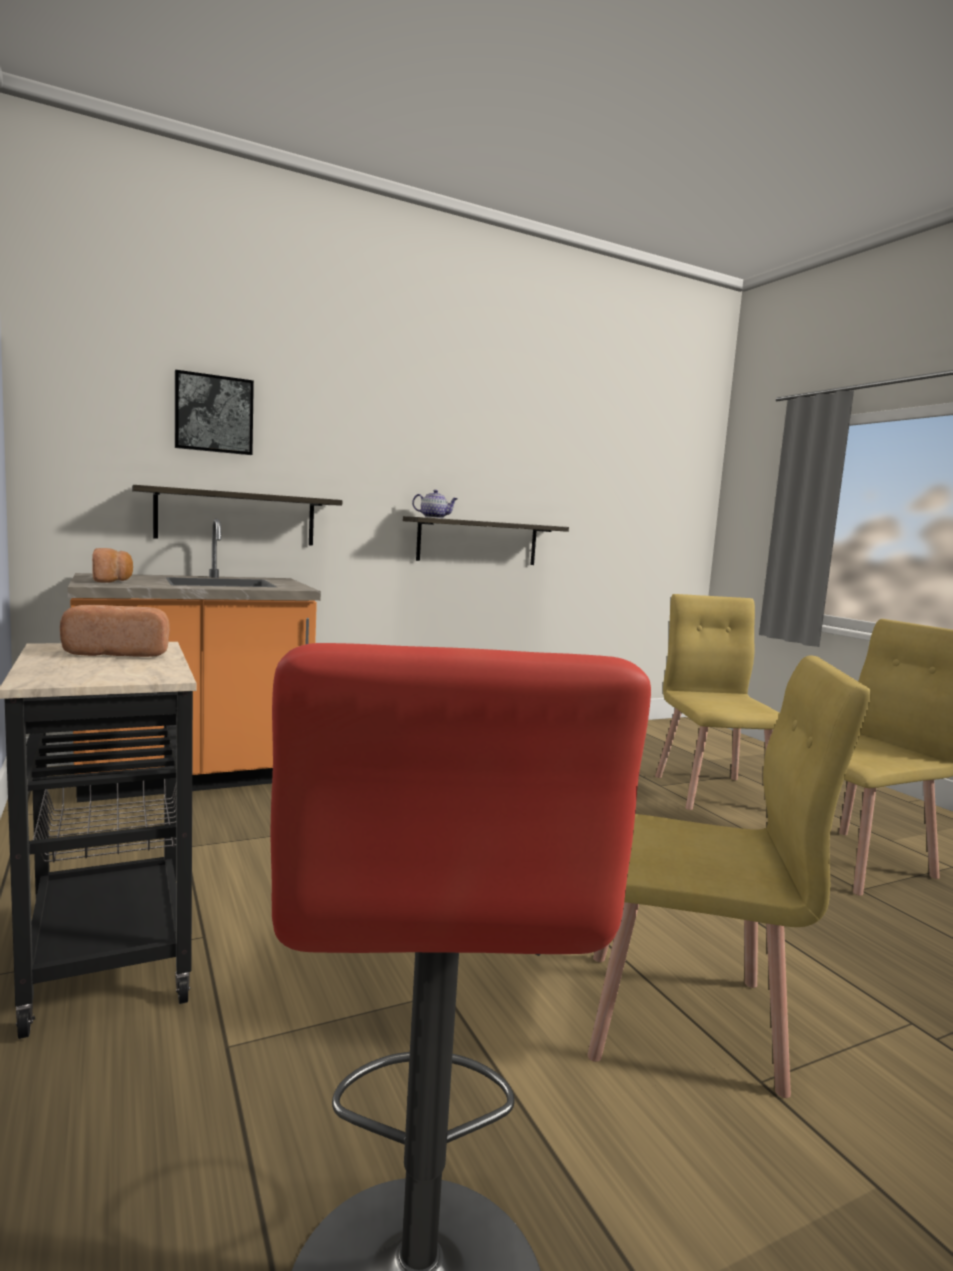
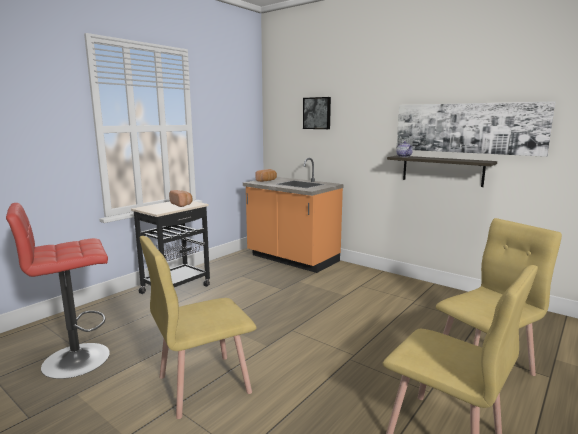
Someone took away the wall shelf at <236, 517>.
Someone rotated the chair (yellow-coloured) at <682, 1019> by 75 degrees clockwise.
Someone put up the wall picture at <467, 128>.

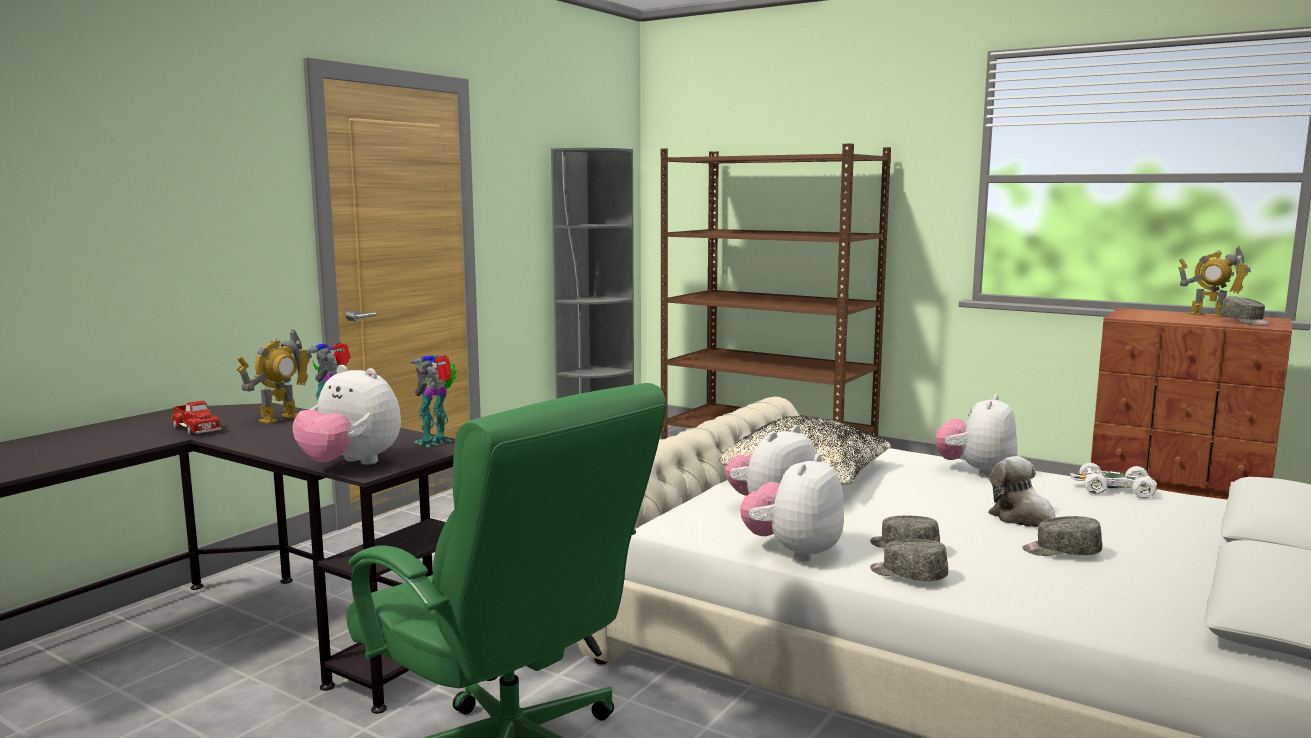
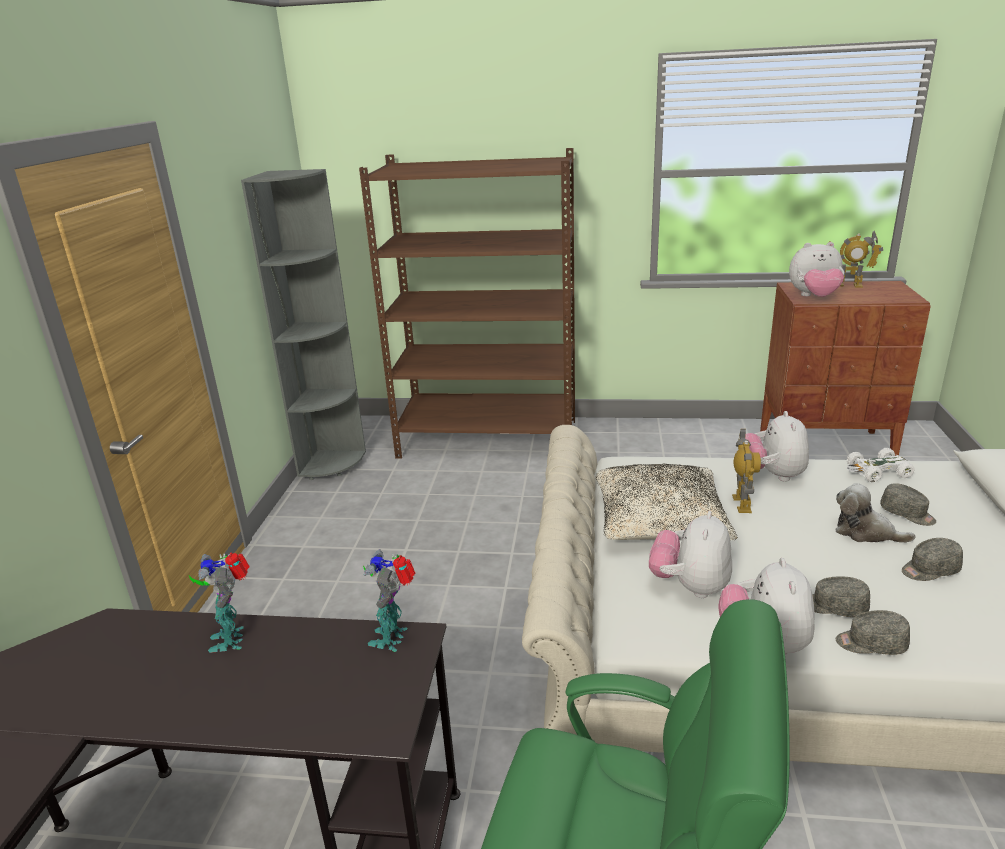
Someone carried the cap (greyish) from <1245, 322> to <907, 514>.
Someone carried the toy robot from <280, 418> to <742, 504>.
Someone carried the cuddly toy from <351, 464> to <814, 297>.
Someone took away the toy lorry at <197, 428>.

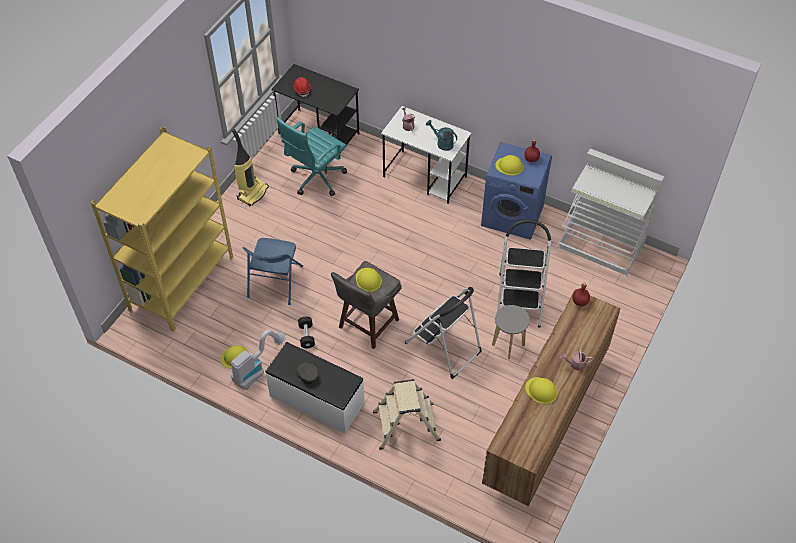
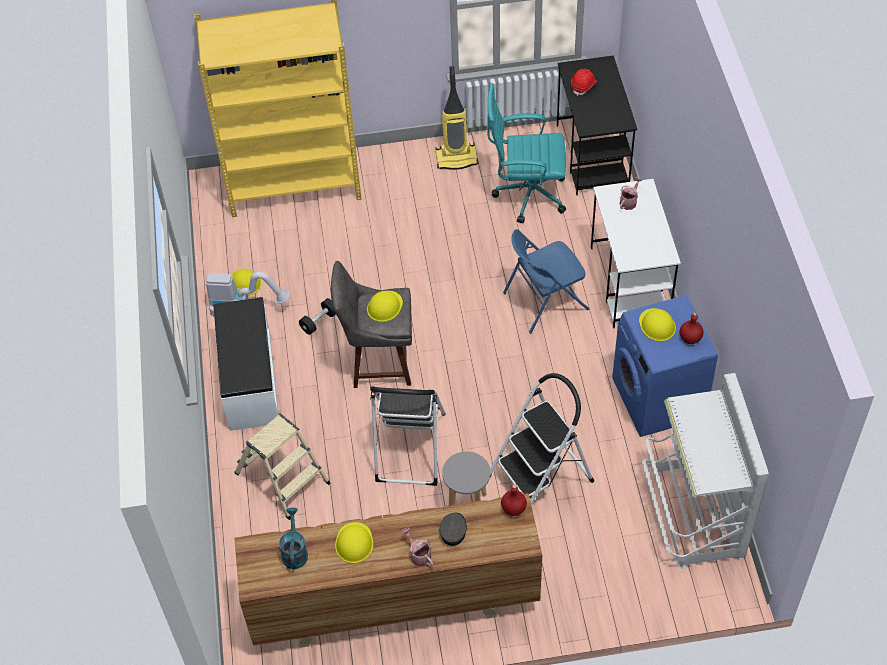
Someone carried the watering can (blue-green) from <442, 143> to <294, 551>.
Someone carried the chair (bluish) from <275, 281> to <545, 301>.
Someone carried the cap (greyish) from <307, 375> to <453, 531>.

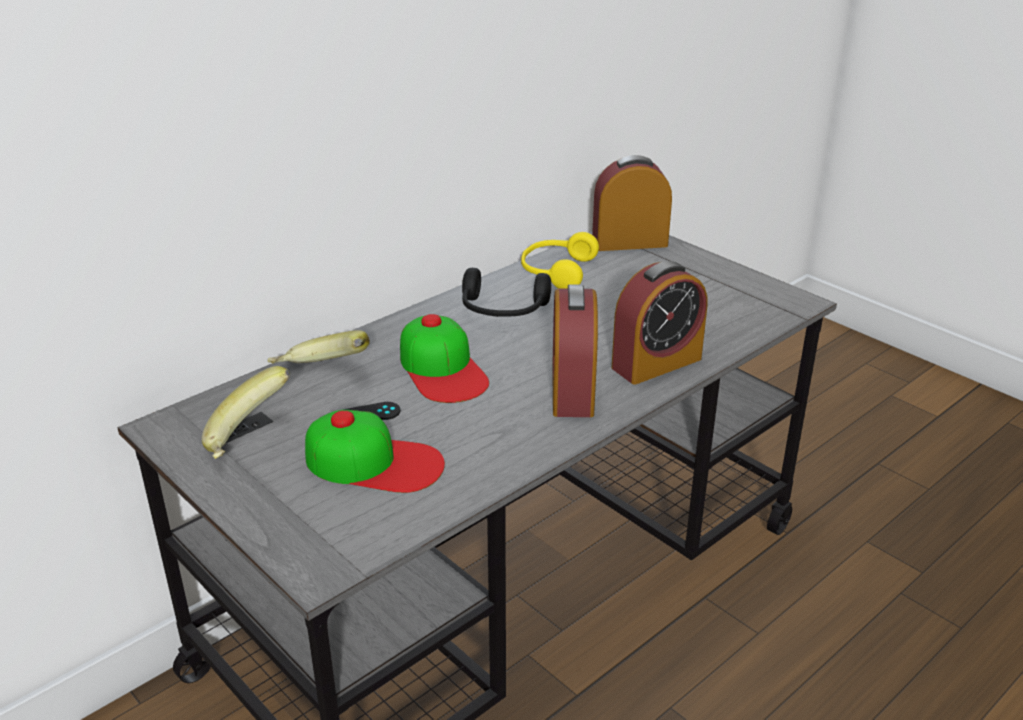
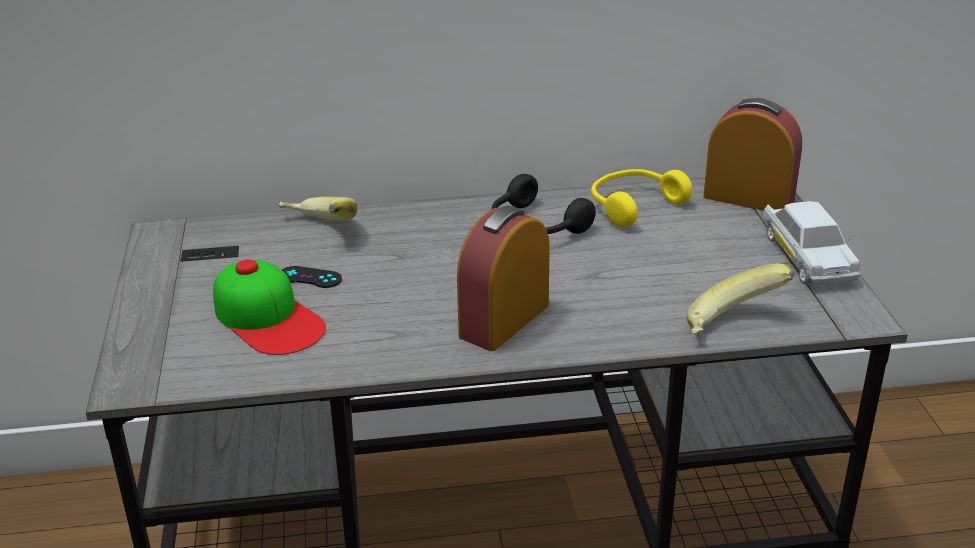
Someone took away the bedside clock at <656, 363>.
Someone took away the cap at <442, 369>.
Someone carried the banana from <250, 438> to <734, 327>.
Someone put down the toy car (whitish) at <807, 257>.

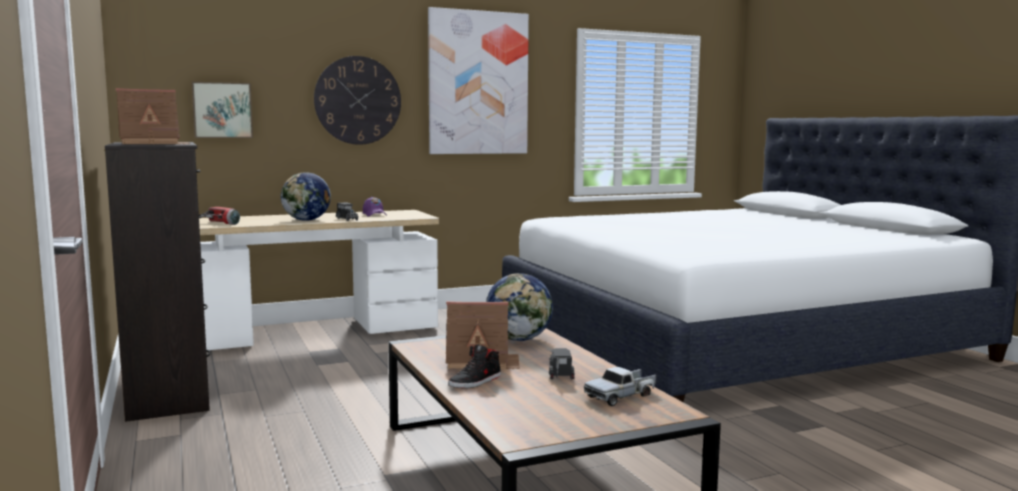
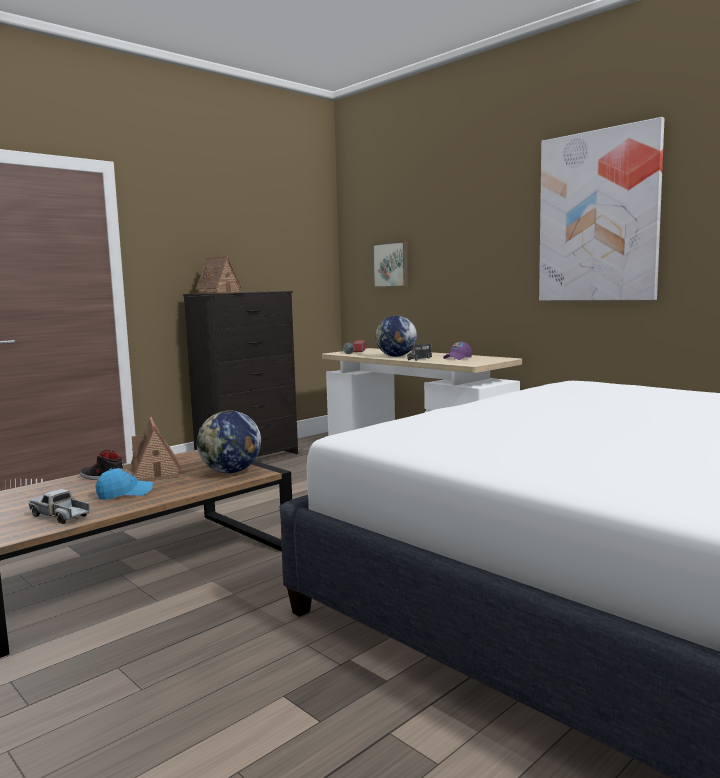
Someone took away the hanging clock at <358, 100>.
Someone swapped the toy lorry at <560, 374> for the cap (bluish) at <125, 494>.

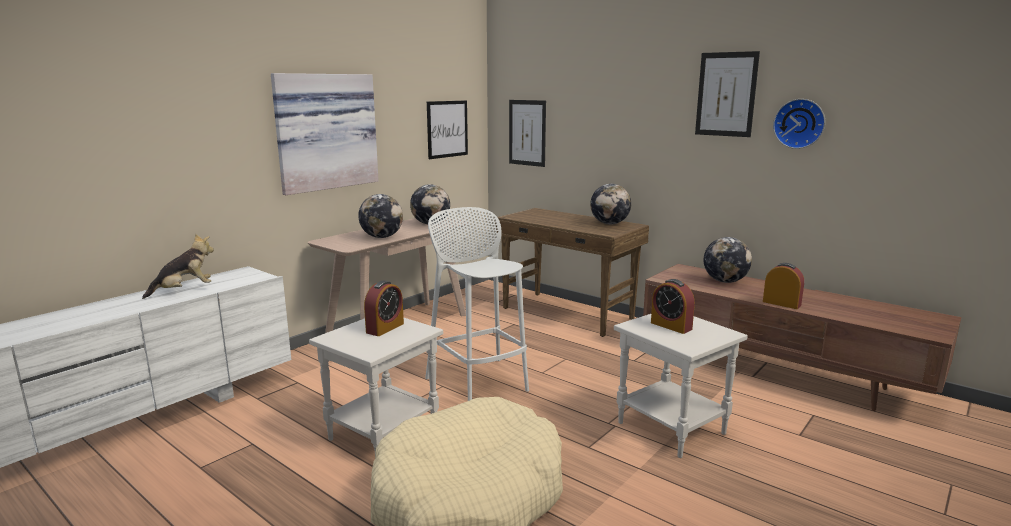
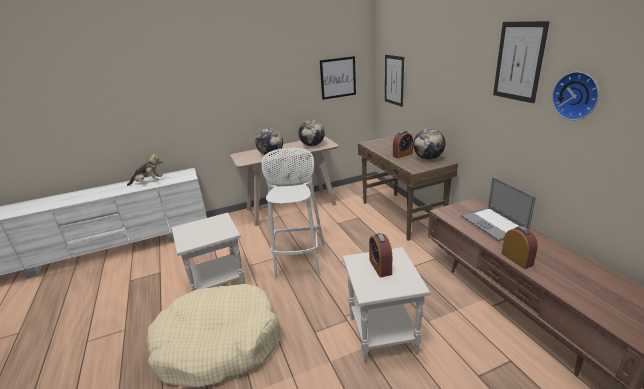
Someone took away the wall picture at <325, 131>.
Someone swapped the globe at <725, 281> for the portable computer at <493, 224>.
Someone carried the bedside clock from <385, 328> to <402, 155>.

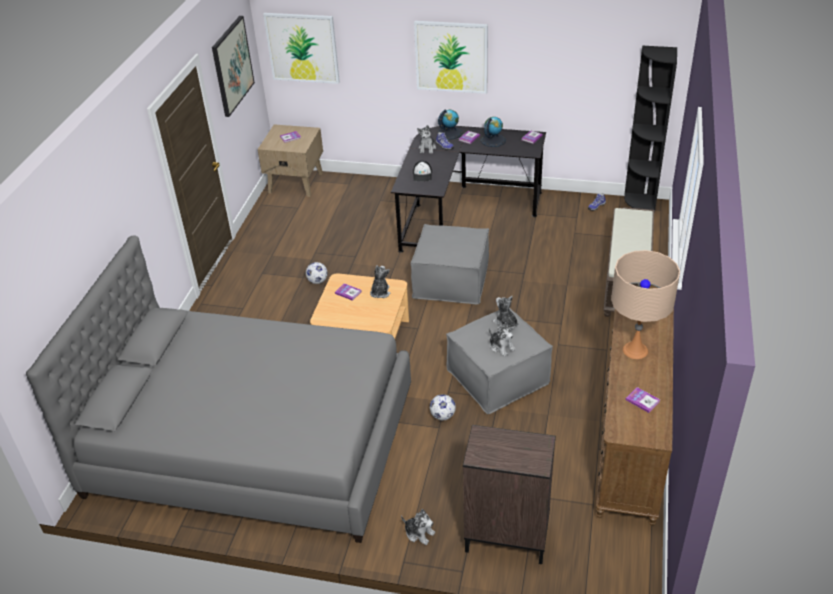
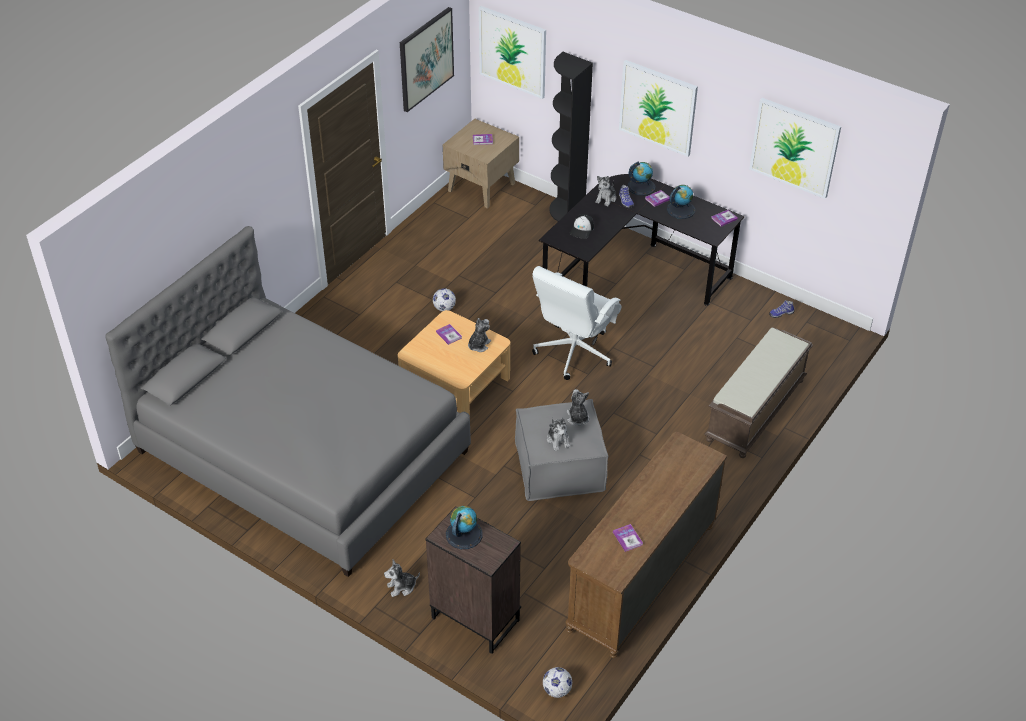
Someone carried the bookcase (blackish) from <640, 205> to <564, 215>.
Someone swapped the footrest (greyish) at <451, 281> for the office chair (whitish) at <574, 351>.
Someone took away the tabletop lamp (sand-coloured) at <635, 350>.
Someone carried the football from <443, 416> to <557, 690>.
Someone rotated the cuddly toy at <419, 533> by 105 degrees clockwise.
Someone put up the wall picture at <794, 147>.
Someone put down the globe at <464, 534>.

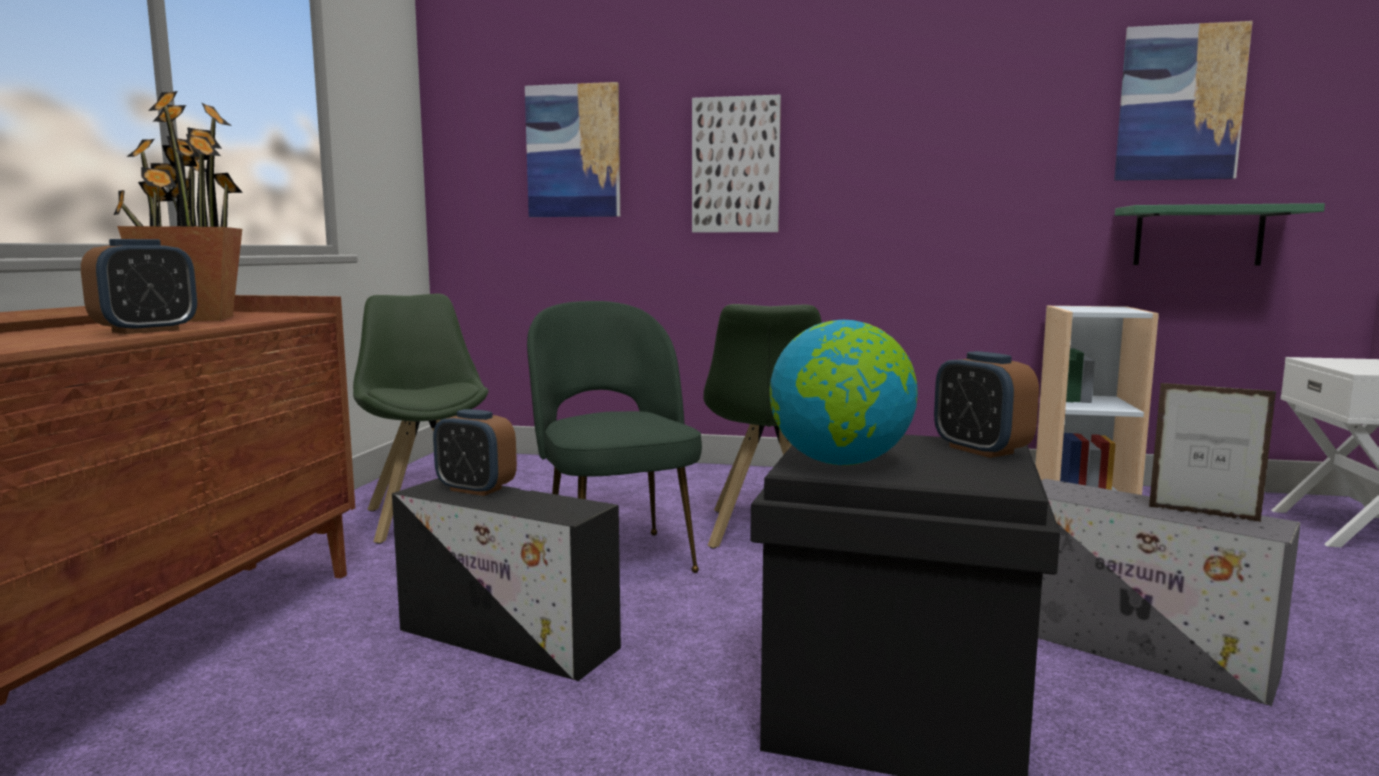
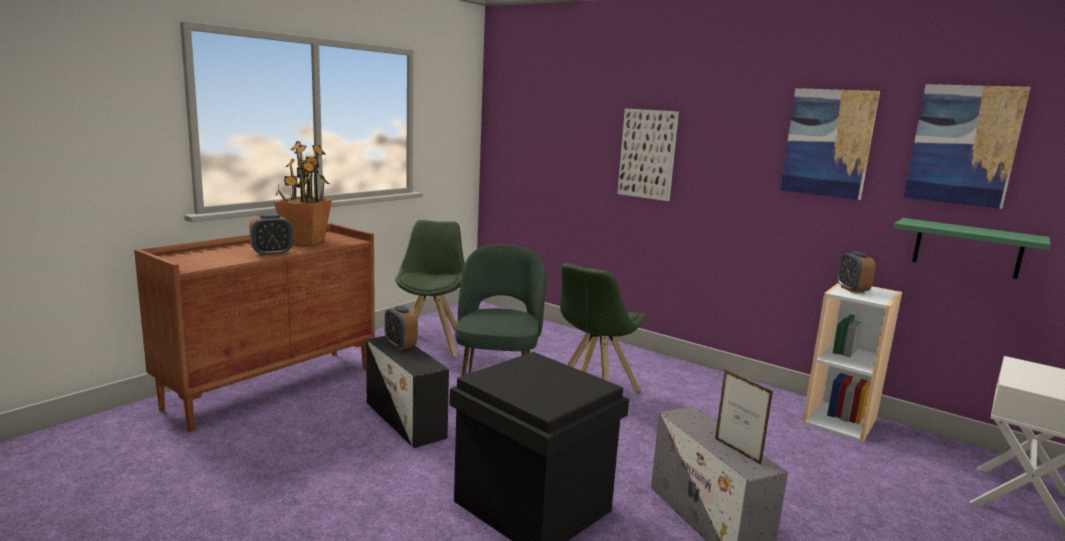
Someone carried the wall picture from <573, 151> to <828, 143>.
Someone took away the globe at <840, 463>.
Someone carried the bedside clock from <981, 450> to <852, 289>.

